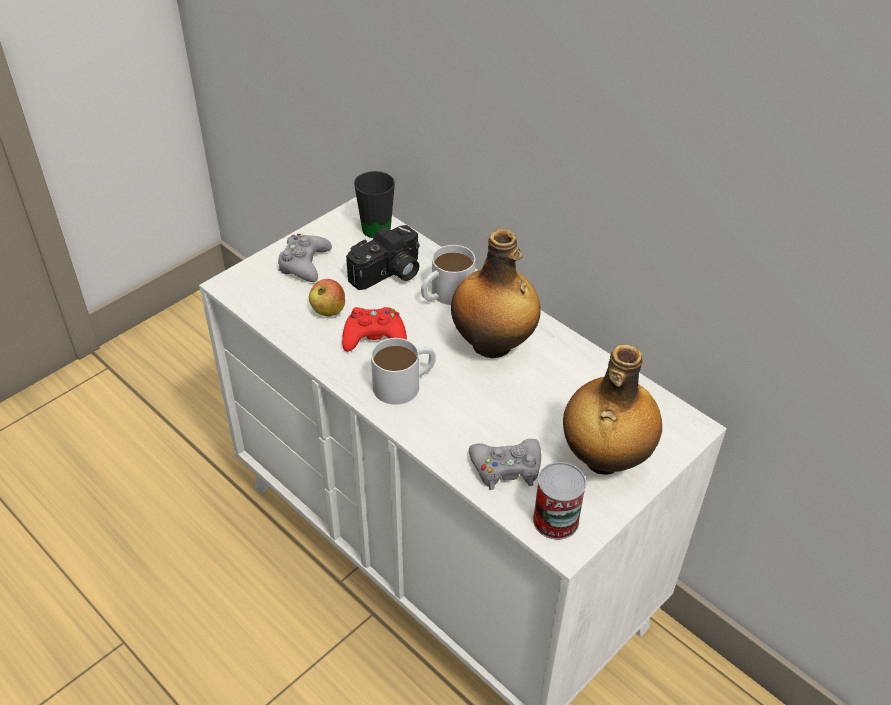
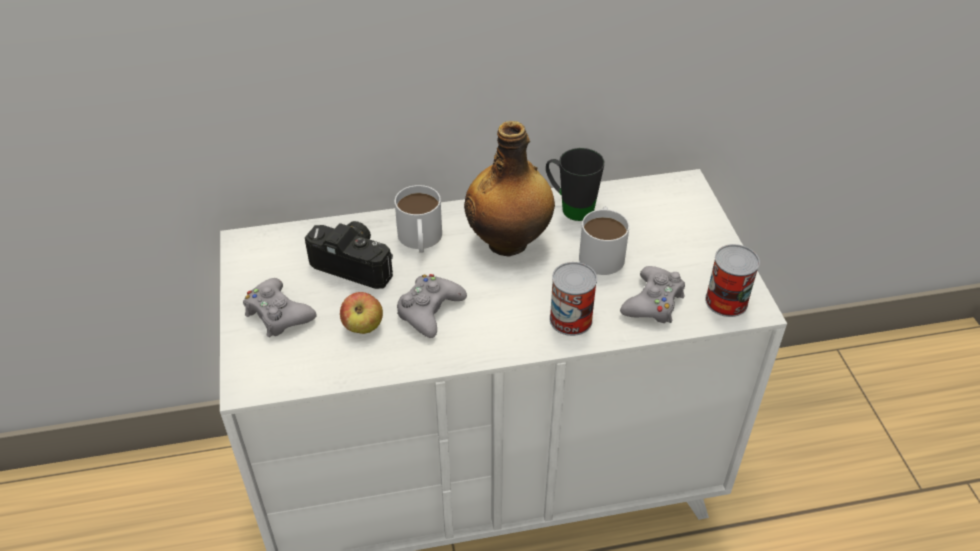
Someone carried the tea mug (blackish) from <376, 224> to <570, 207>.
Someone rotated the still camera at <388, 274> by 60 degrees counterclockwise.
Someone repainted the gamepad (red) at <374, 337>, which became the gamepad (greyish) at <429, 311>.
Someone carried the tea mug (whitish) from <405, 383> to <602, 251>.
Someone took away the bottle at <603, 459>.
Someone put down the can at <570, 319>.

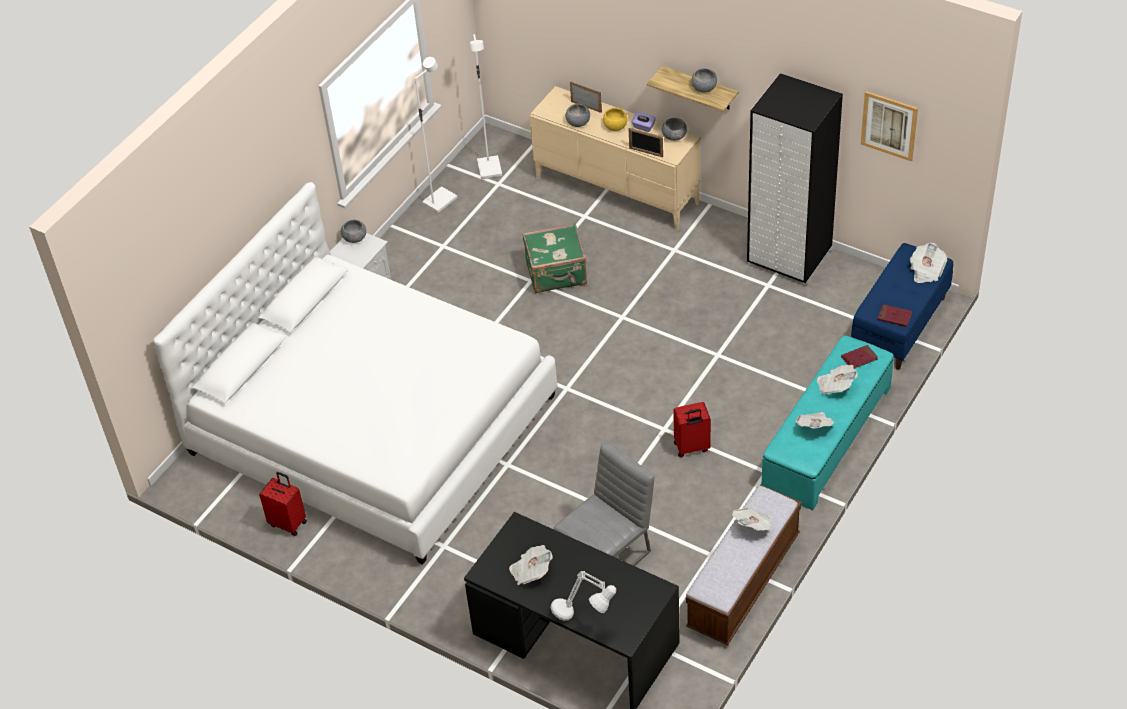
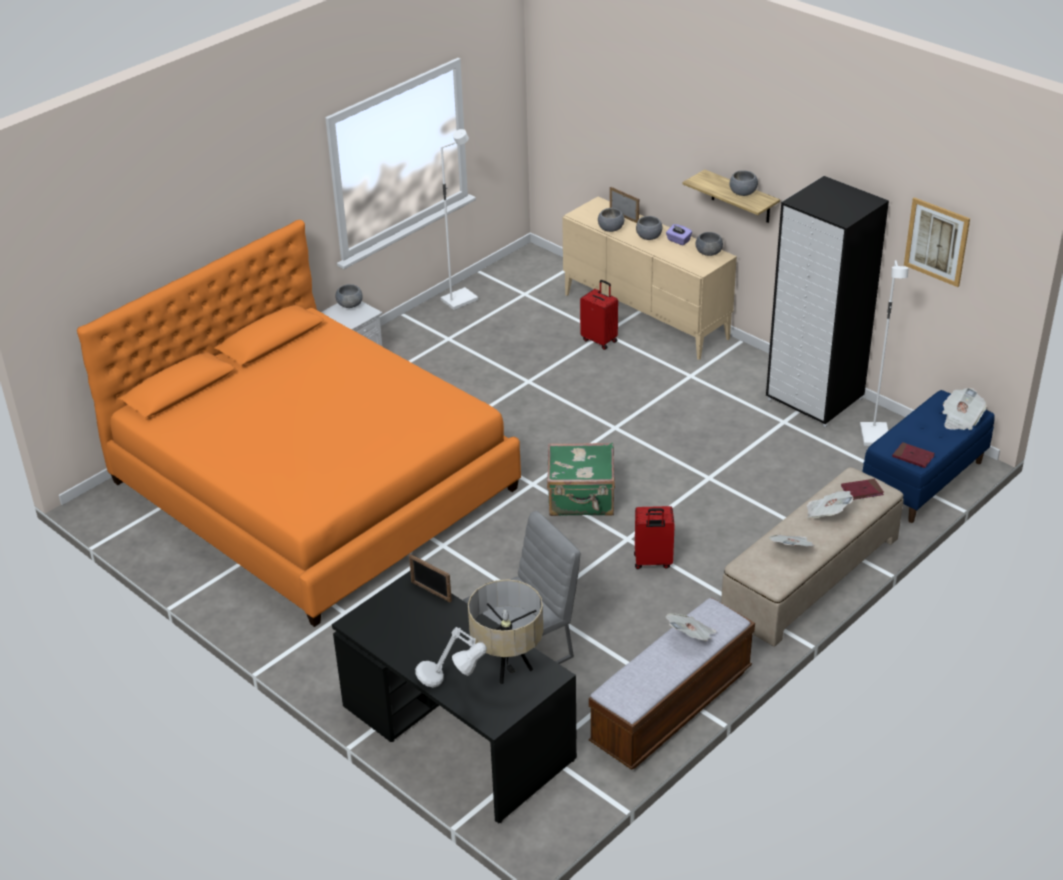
Someone carried the floor lamp (whitish) from <490, 169> to <876, 436>.
Someone repainted the serving bowl (yellow-coloured) at <615, 126>, which became the serving bowl (greyish) at <649, 236>.
Someone carried the photo frame from <646, 152> to <431, 591>.
Someone repainted the bedroom bed (whitish) at <372, 424>, which became the bedroom bed (orange) at <313, 485>.
Someone carried the suitcase (greenish) from <557, 274> to <581, 499>.
Someone repainted the long seat (blue-green) at <827, 438>, which became the long seat (sand-coloured) at <811, 577>.
Someone carried the suitcase (red) from <288, 523> to <600, 340>.
Someone took away the printed paper at <531, 571>.
Someone put down the tabletop lamp (sand-coloured) at <508, 666>.

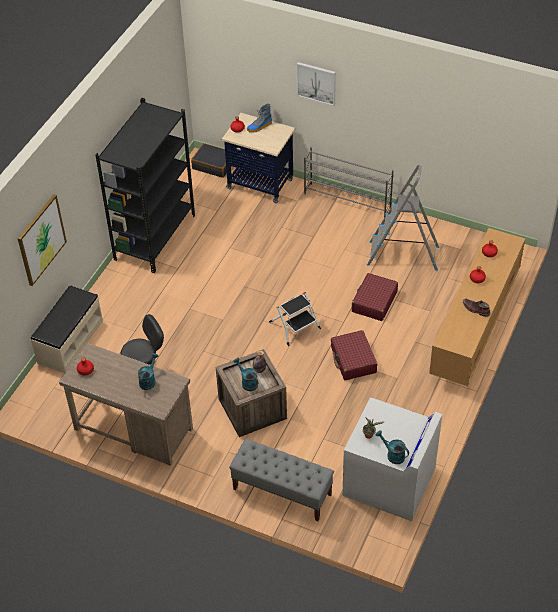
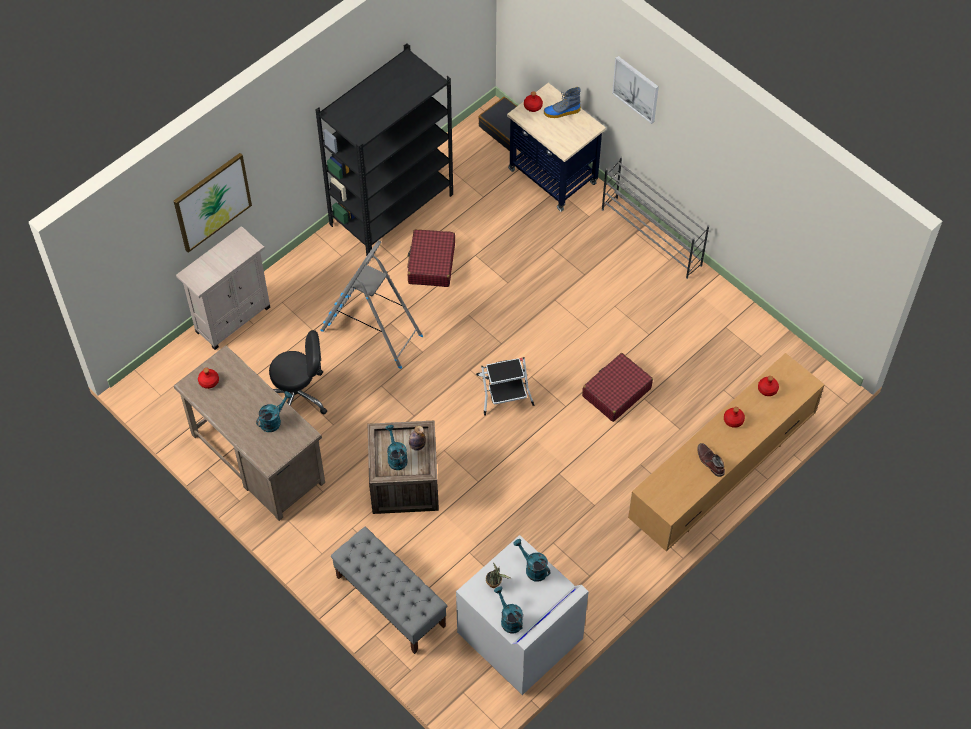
Someone carried the stepladder (greyish) from <402, 256> to <371, 333>.
Someone swapped the long seat (sand-coloured) at <70, 341> for the cupboard (sand-coloured) at <233, 318>.
Someone carried the suitcase (red) from <353, 360> to <431, 264>.
Someone put down the watering can (blue-green) at <533, 568>.

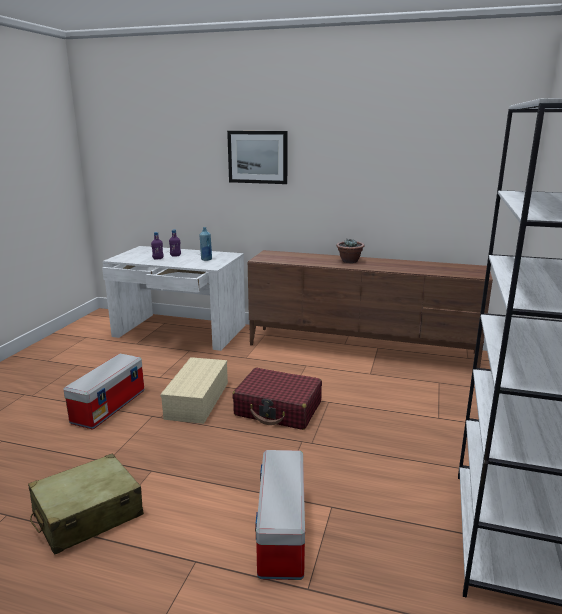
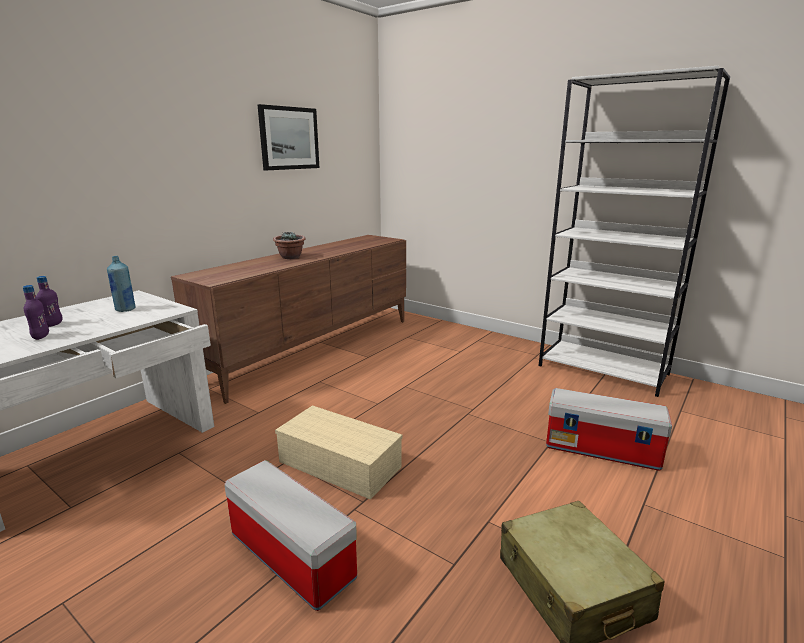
Someone carried the wall picture from <257, 157> to <289, 138>.
Someone took away the suitcase (red) at <278, 409>.

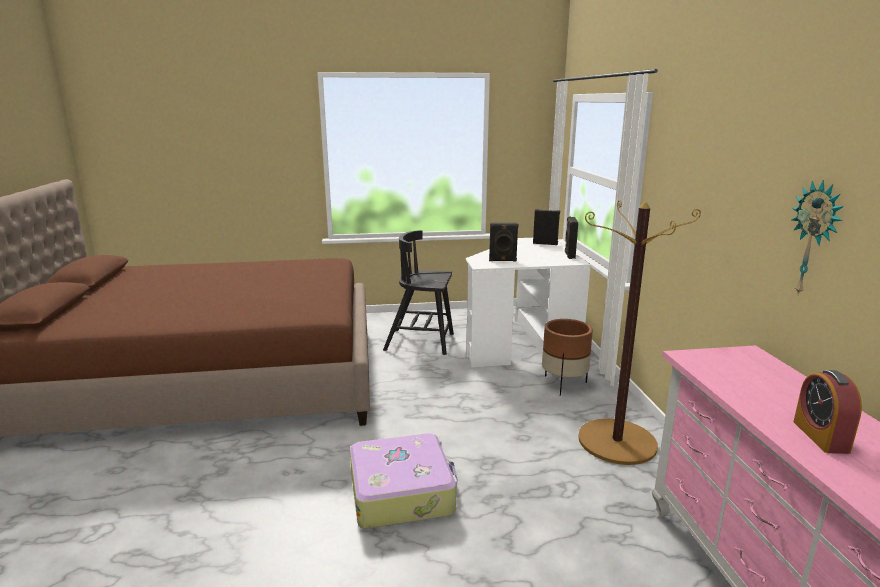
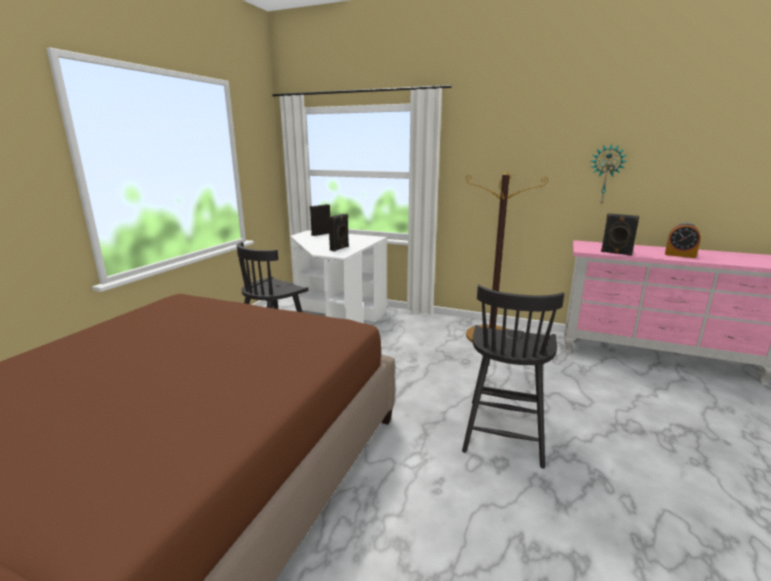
Someone carried the loudspeaker (blackish) from <569, 255> to <616, 253>.
Someone took away the planter (brown-coloured) at <564, 384>.
Someone swapped the suitcase at <402, 492> for the chair (blackish) at <504, 429>.

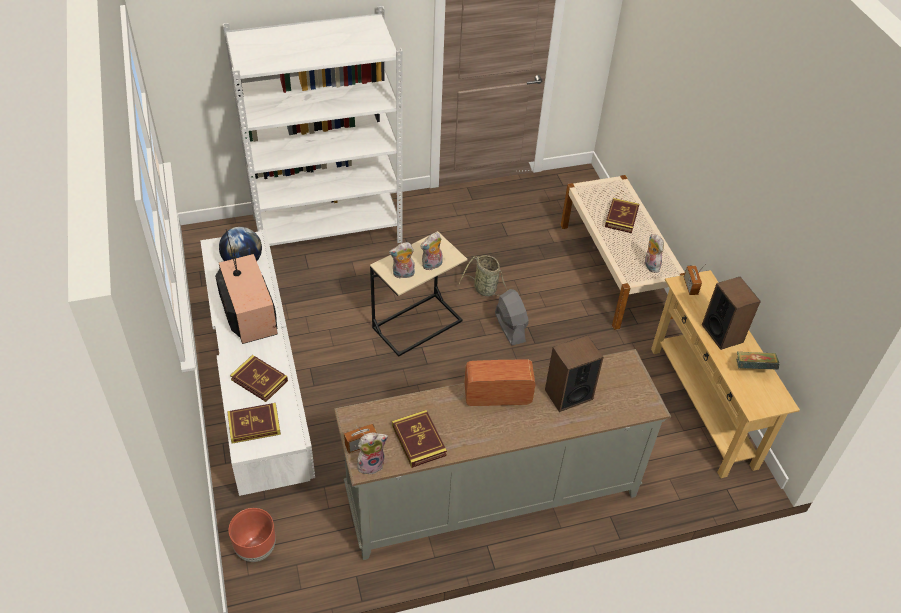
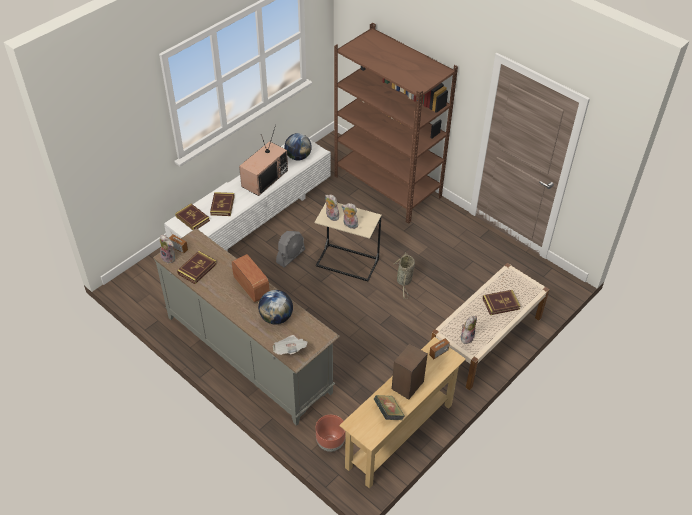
Someone repainted the bookcase (whitish) at <327, 229>, which became the bookcase (brown-coloured) at <387, 186>.
Someone carried the cooling fan (greyish) from <510, 327> to <290, 256>.
Someone swapped the loudspeaker at <568, 394> for the globe at <276, 317>.
Someone carried the planter (brown-coloured) from <256, 548> to <330, 443>.
Someone put down the printed paper at <290, 350>.

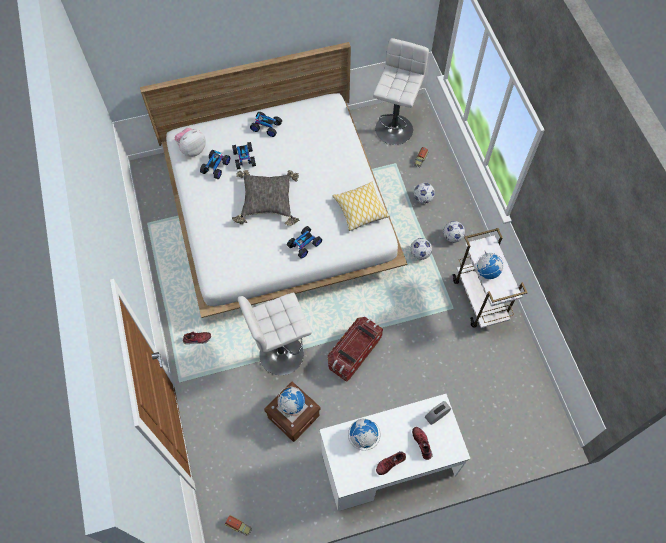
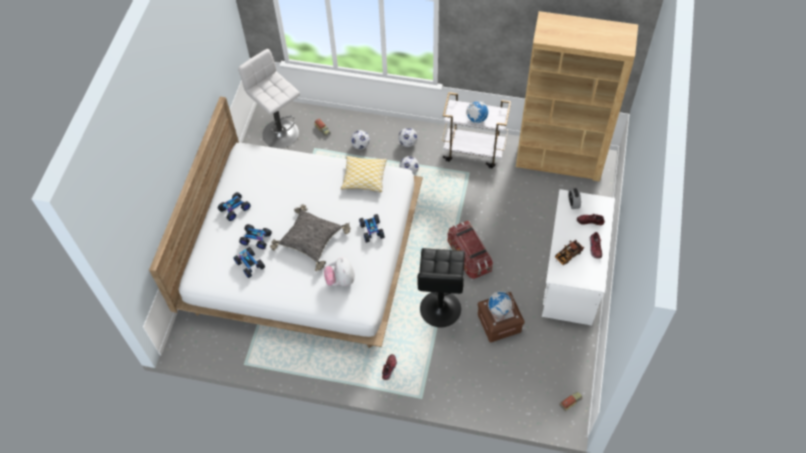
Someone carried the cuddly toy from <192, 149> to <340, 280>.
Someone repainted the stool seat (whitish) at <280, 354>, which became the stool seat (blackish) at <440, 309>.
Someone swapped the globe at <363, 437> for the toy lorry at <567, 256>.
Someone put down the bookcase (brown-coloured) at <559, 160>.

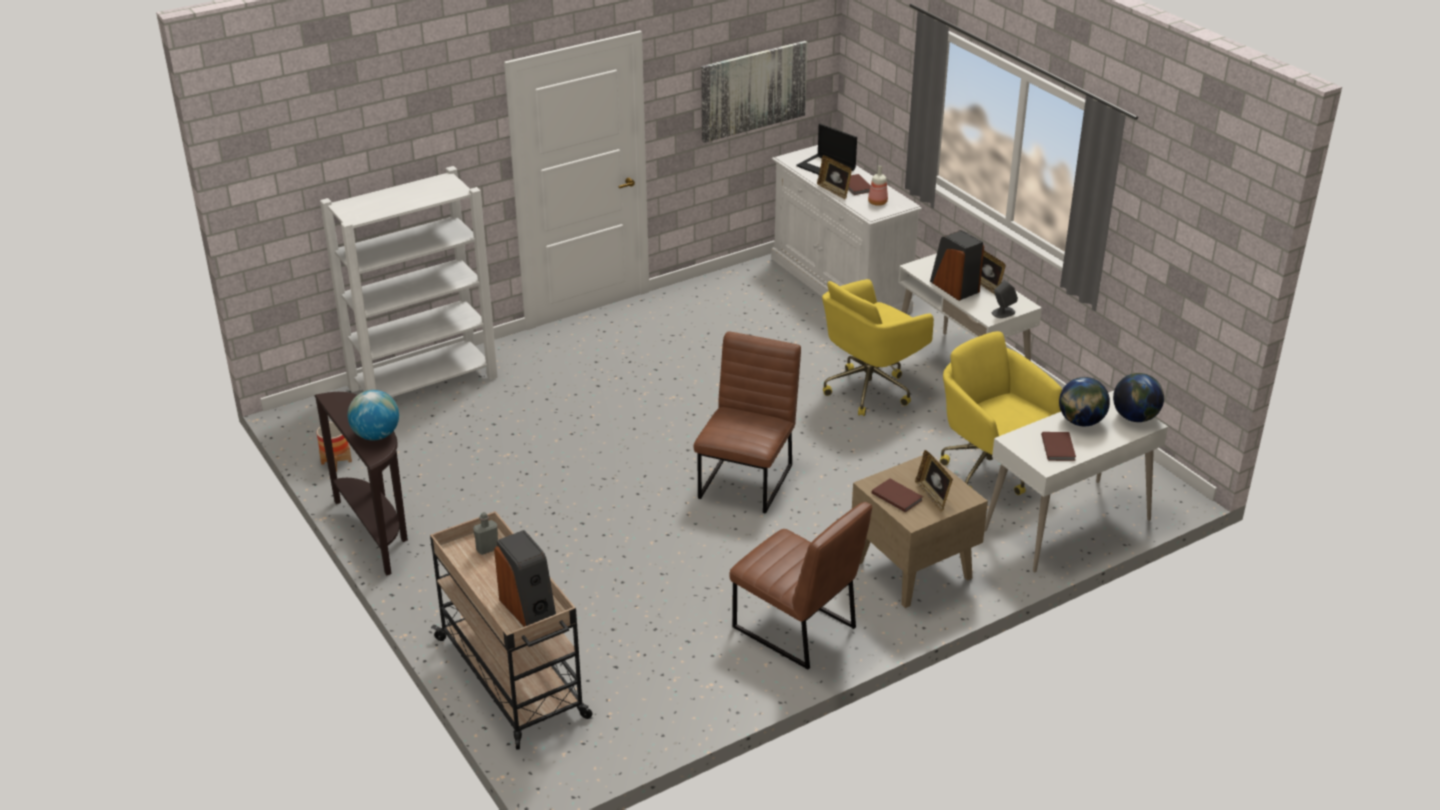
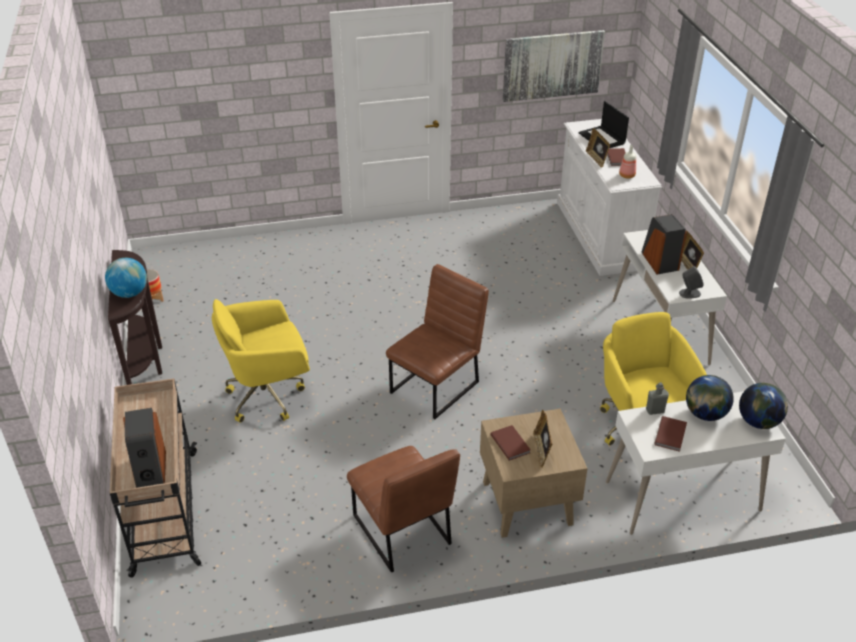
Someone took away the bookcase (whitish) at <423, 383>.
Someone carried the office chair (yellow-coloured) from <871, 390> to <268, 397>.
Someone carried the bottle (greyish) from <487, 549> to <655, 410>.

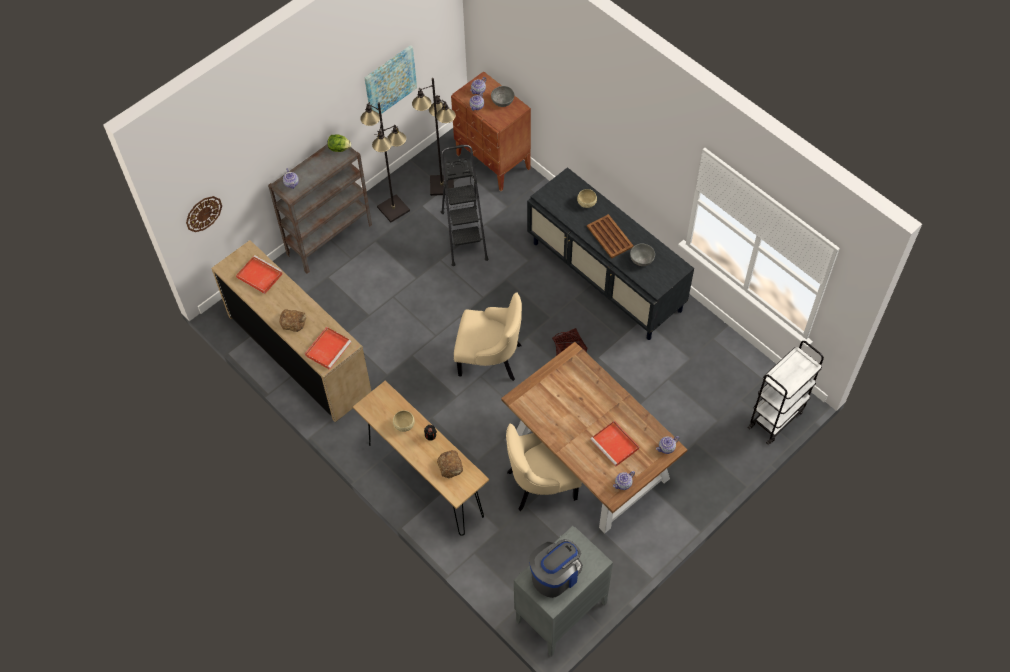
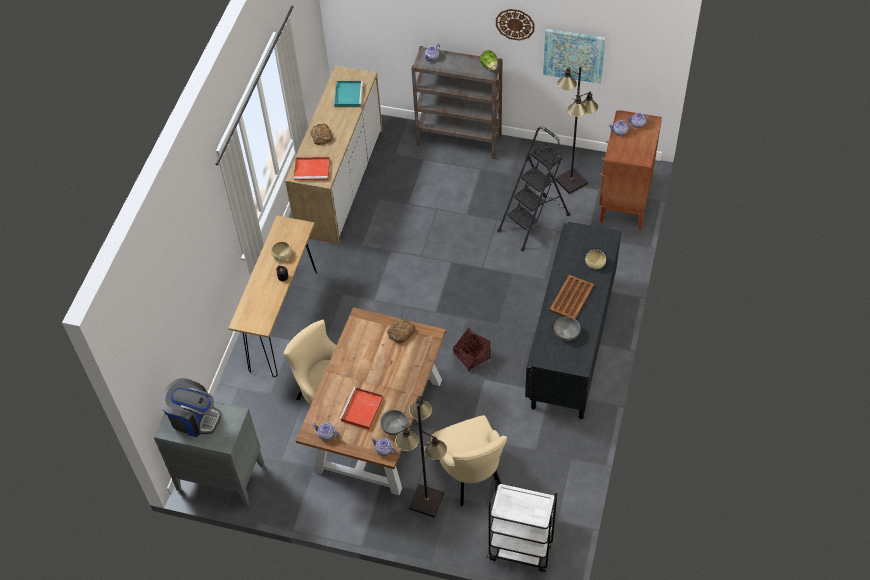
Someone carried the serving bowl (greyish) from <502, 101> to <394, 426>.
Someone carried the floor lamp (blackish) from <393, 208> to <427, 501>.
Someone carried the hanging clock from <203, 213> to <515, 24>.
Someone repainted the carrying tray (red) at <259, 275>, which became the carrying tray (blue-green) at <348, 95>.
Someone carried the chair (sand-coloured) from <489, 358> to <470, 472>.
Someone carried the baked bread from <450, 465> to <401, 333>.

